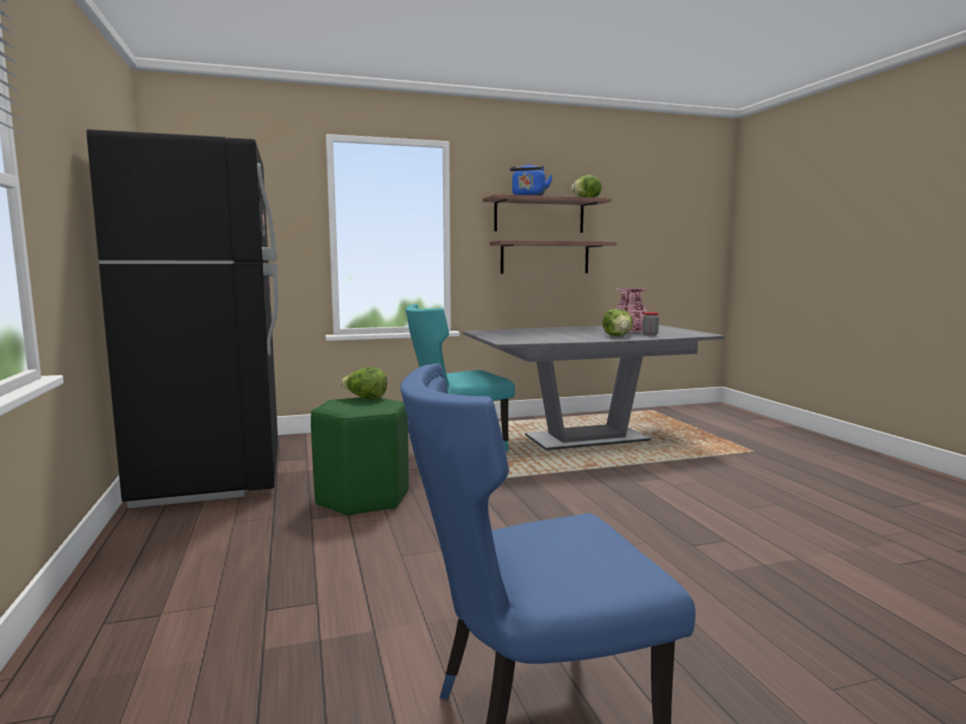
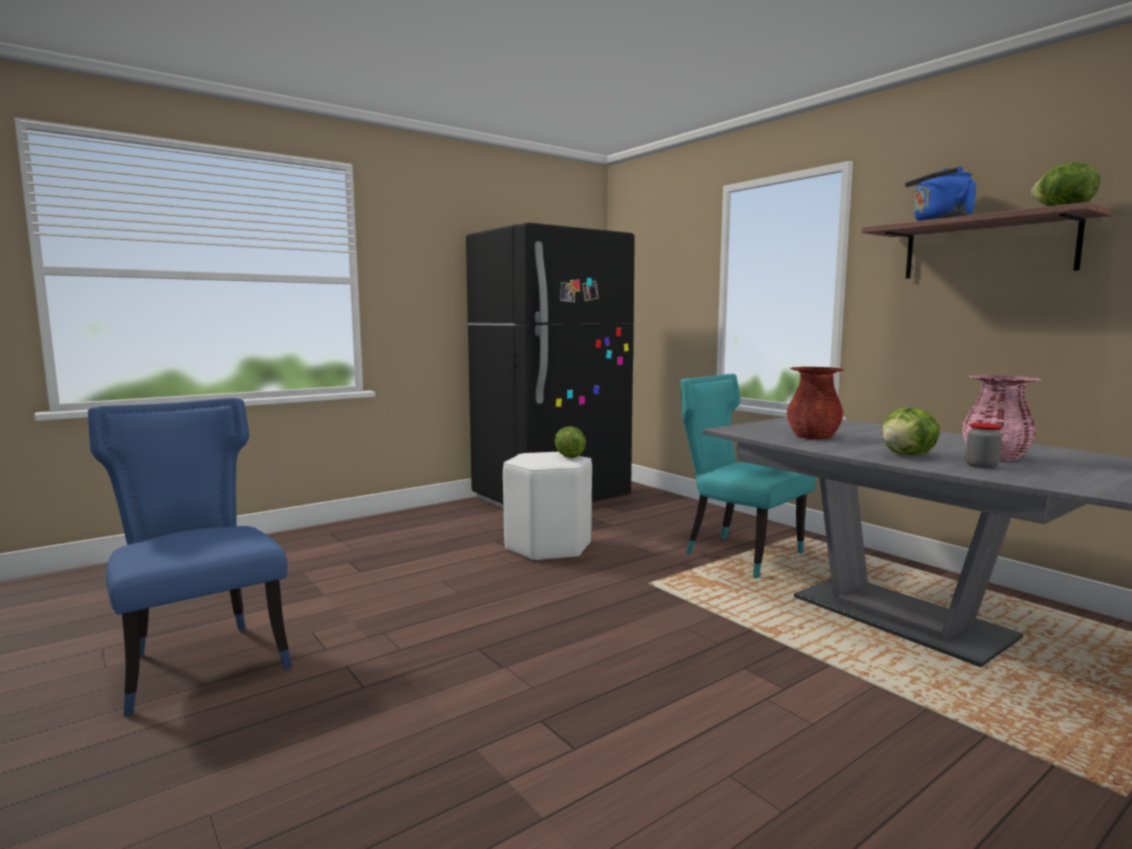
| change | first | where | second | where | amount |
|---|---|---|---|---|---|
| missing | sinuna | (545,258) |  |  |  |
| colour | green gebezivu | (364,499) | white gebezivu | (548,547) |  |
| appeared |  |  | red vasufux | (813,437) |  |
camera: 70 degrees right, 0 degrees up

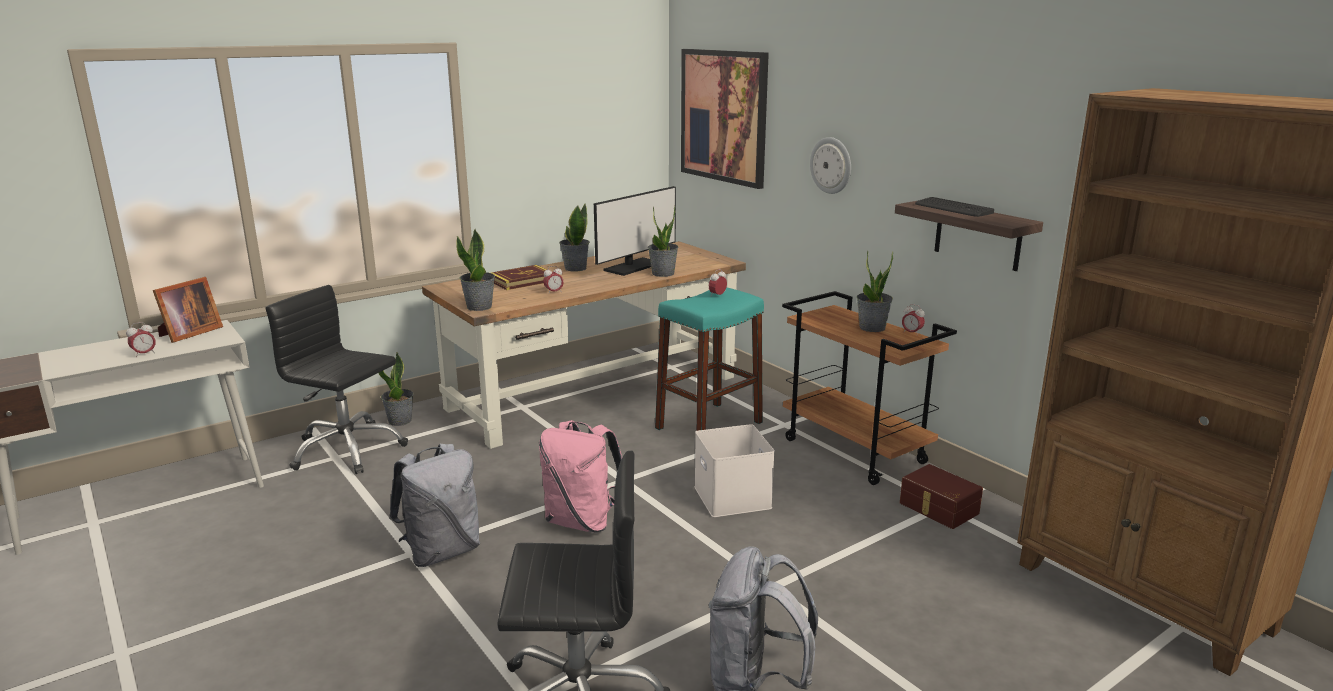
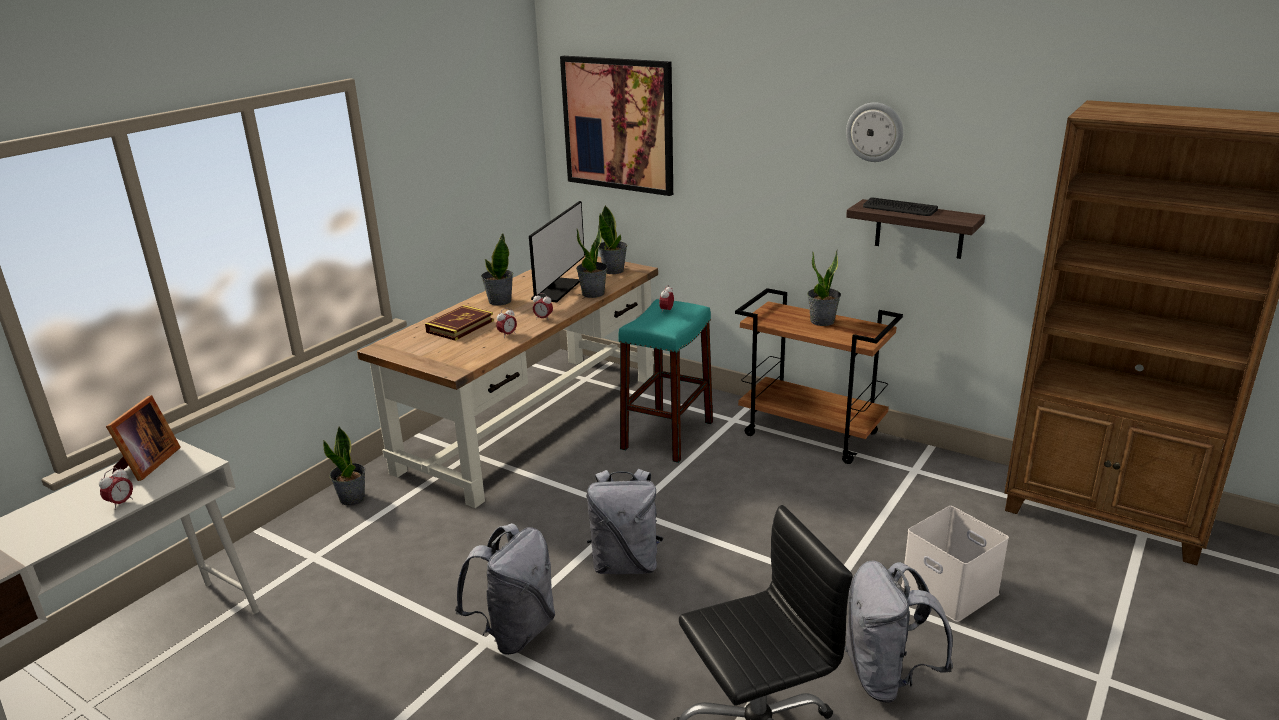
| change | first | where | second | where | amount |
|---|---|---|---|---|---|
| relocated | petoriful | (831,165) |  | (874,132) |  |
| relocated | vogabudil | (479,307) |  | (613,270) |  |
| missing | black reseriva | (347,450) |  |  |  |
| relocated | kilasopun | (911,333) |  | (543,318) |  |
| colour | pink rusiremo | (582,521) | grey rusiremo | (626,564) |  |
| relocated | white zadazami | (734,498) |  | (952,590) |  |
| missing | brown zadazami | (938,509) |  |  |  |
camera: 20 degrees left, 5 degrees up

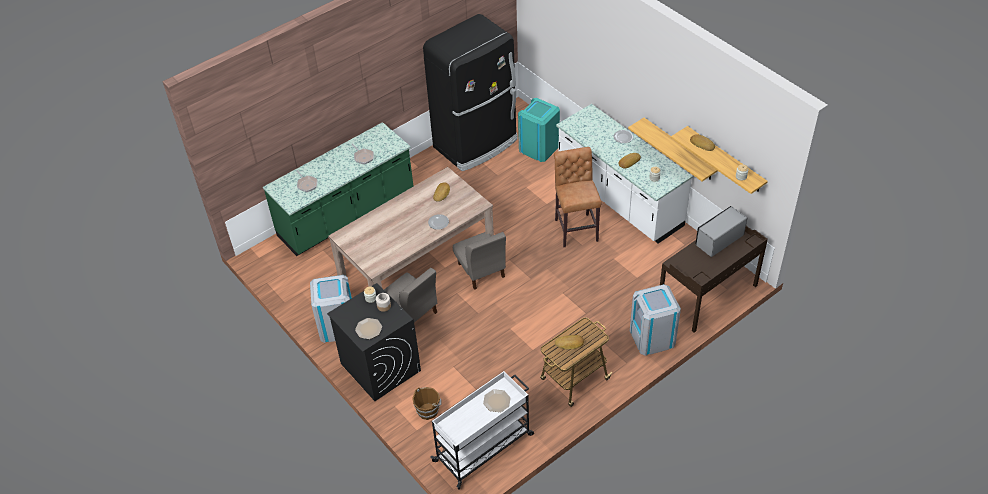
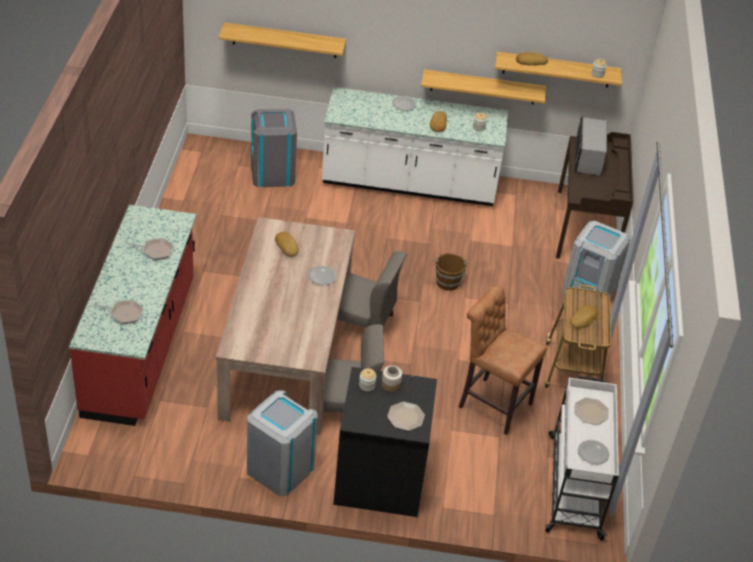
| change | first | where | second | where | amount |
|---|---|---|---|---|---|
| missing | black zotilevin | (476,144) |  |  |  |
| colour | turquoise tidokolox | (539,148) | grey tidokolox | (272,173) |  |
| colour | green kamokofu | (347,215) | red kamokofu | (141,347) |  |
| relocated | brown gebezivu | (575,228) |  | (491,404) |  |
| relocated | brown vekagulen | (428,410) |  | (447,282) |  |
| appeared |  |  | sinuna | (284,40) |  |
| appeared |  |  | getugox | (593,453) |  |
camera: 50 degrees left, 5 degrees down

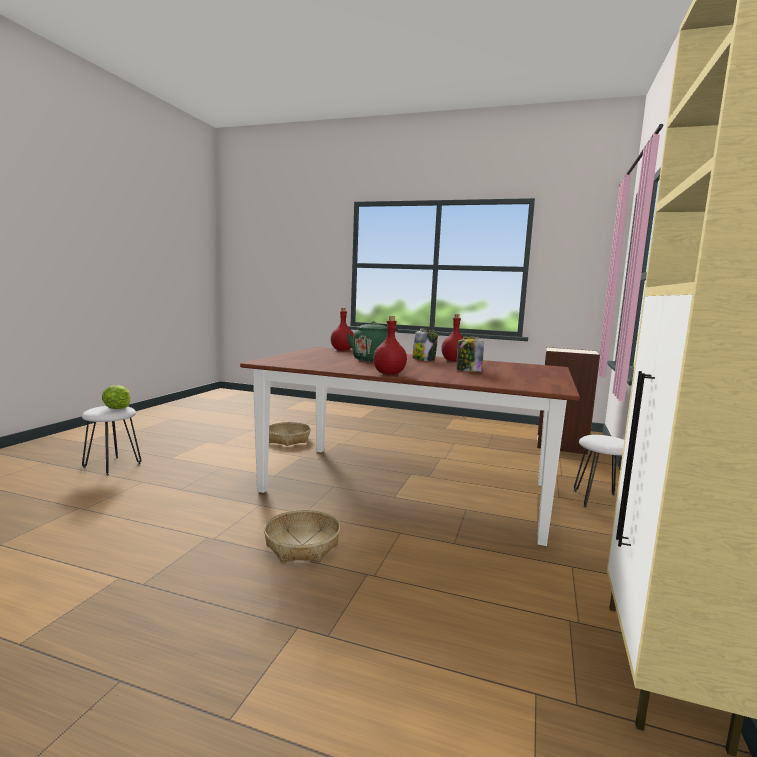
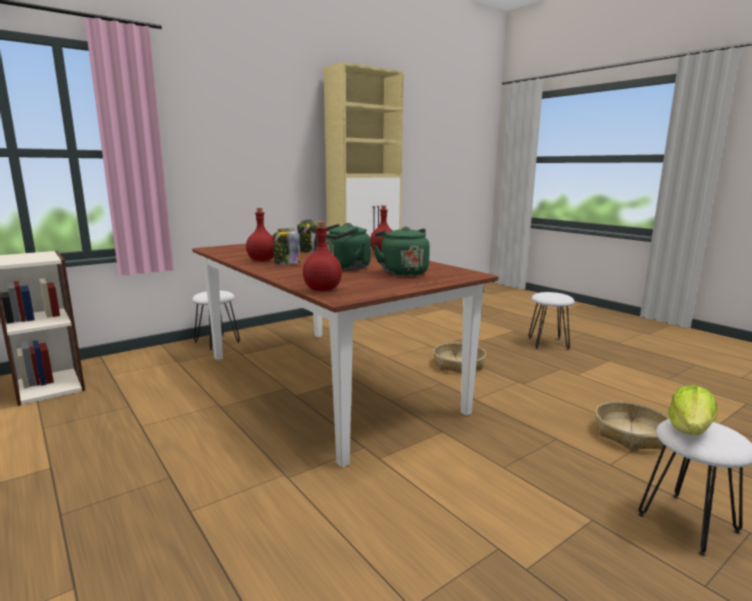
| change | first | where | second | where | amount |
|---|---|---|---|---|---|
| relocated | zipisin | (288,439) |  | (631,435) |  |
| appeared |  |  | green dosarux | (402,272) |  |
| appeared |  |  | white gebezivu | (548,343) |  |
camera: 145 degrees left, 5 degrees up

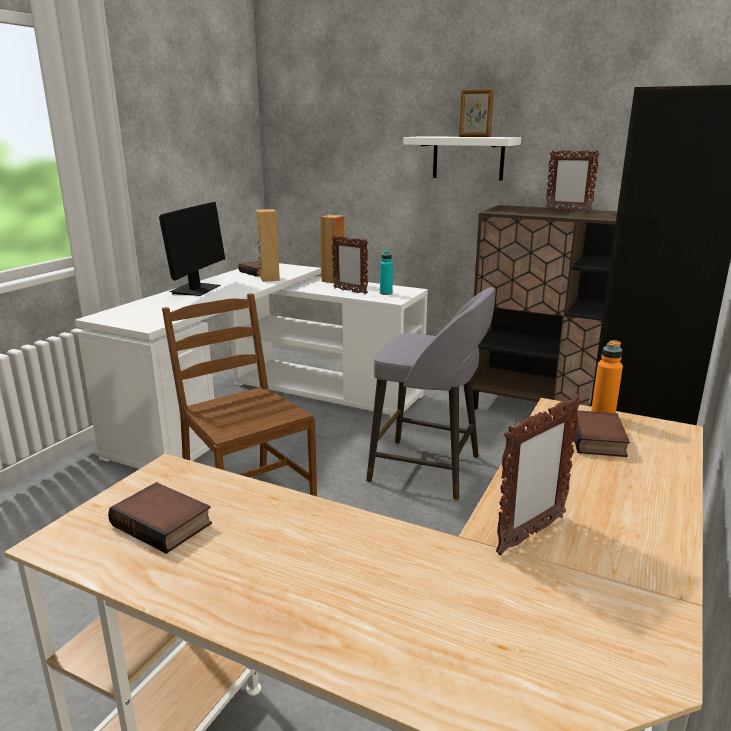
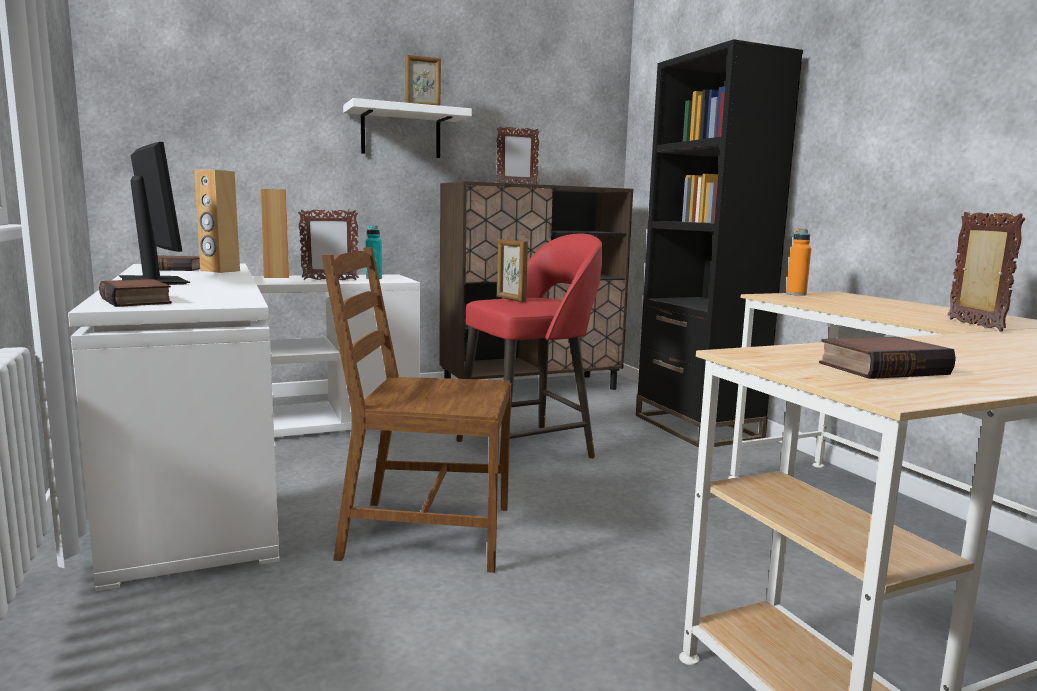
| change | first | where | second | where | amount |
|---|---|---|---|---|---|
| colour | grey gebezivu | (428,469) | red gebezivu | (528,448) |  |
| relocated | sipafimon | (599,440) |  | (138,301) |  |
| appeared |  |  | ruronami | (510,299) |  |
camera: 50 degrees left, 10 degrees down

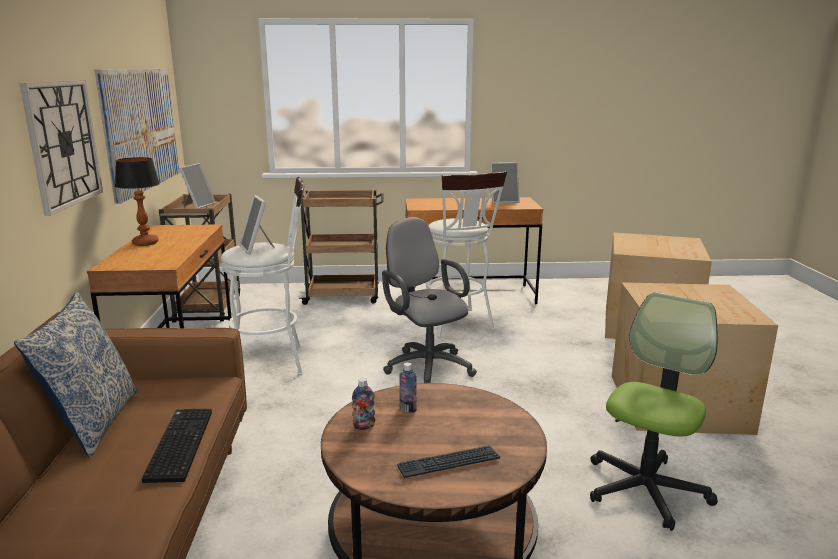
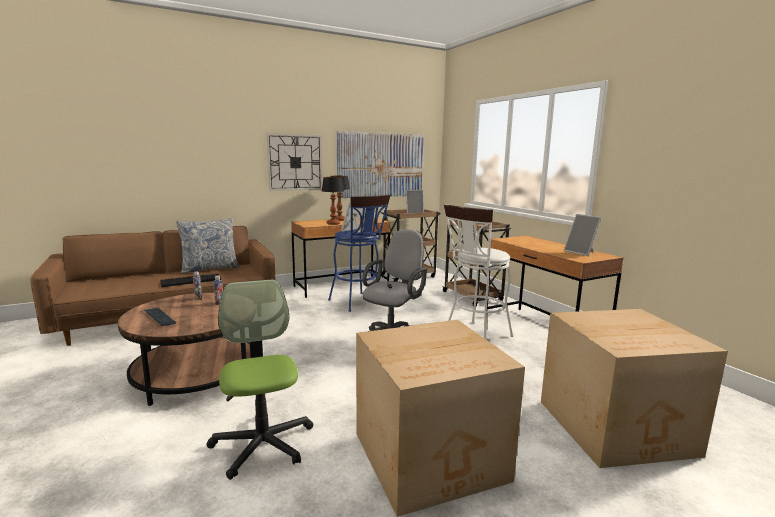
| change | first | where | second | where | amount |
|---|---|---|---|---|---|
| colour | white gebezivu | (275,362) | blue gebezivu | (358,303) |  |
| spun | reseriva | (645,489) |  | (262,444) | 120 degrees counterclockwise |
| appeared |  |  | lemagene | (333,224) |  |
camera: 65 degrees right, 5 degrees down

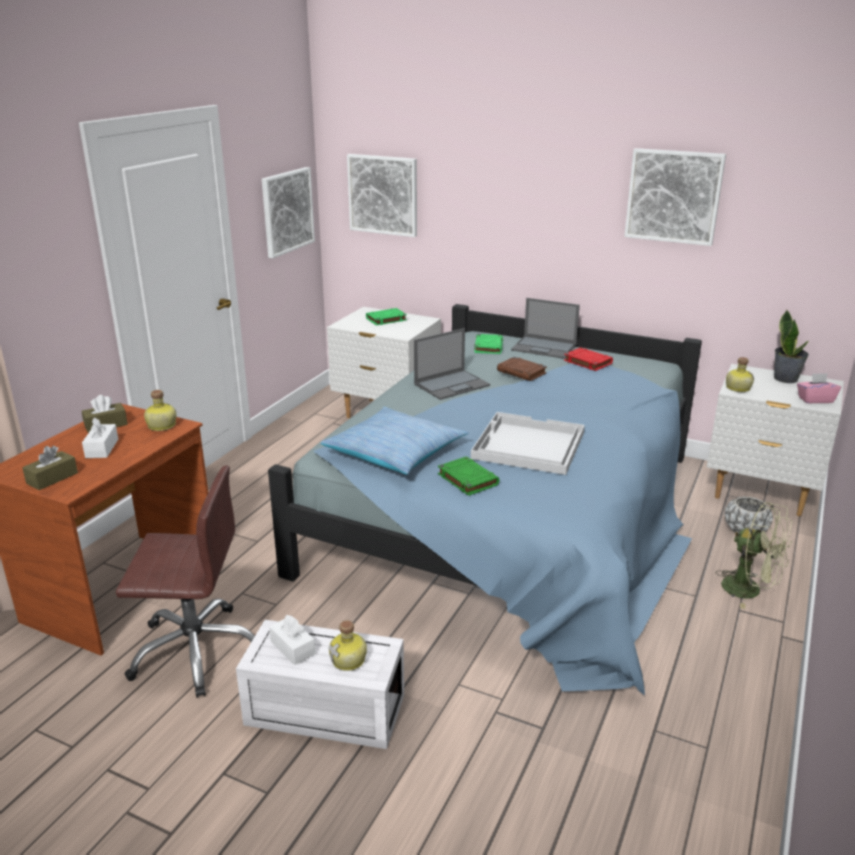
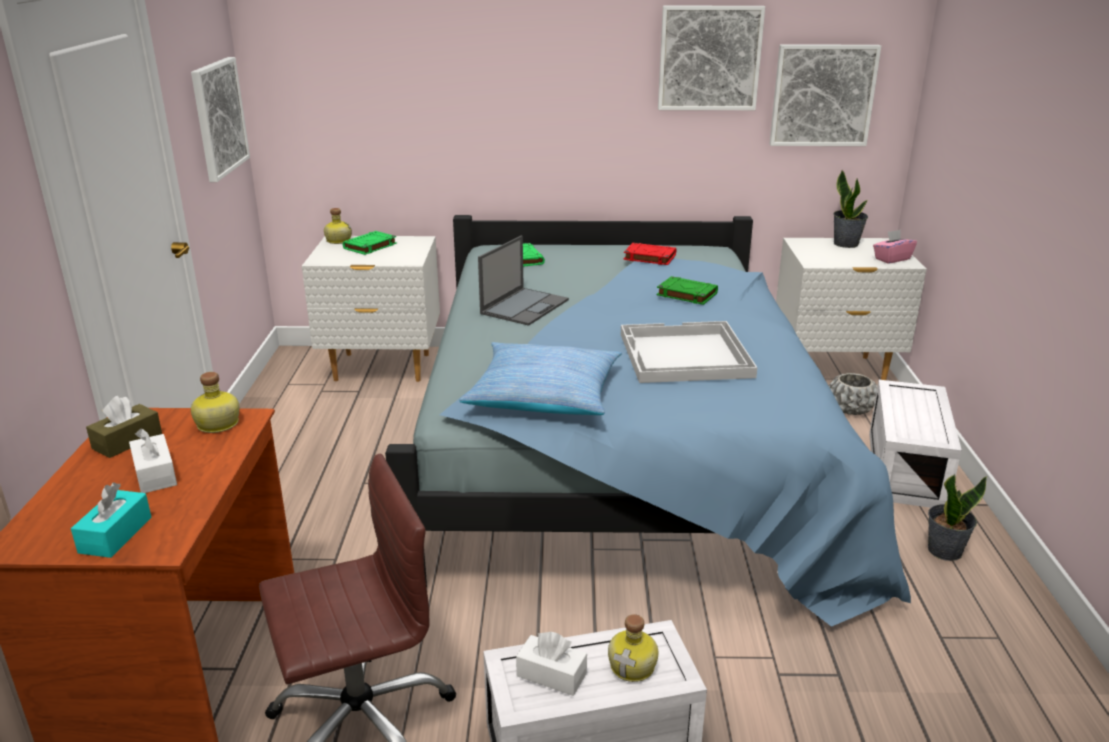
| change | first | where | second | where | amount |
|---|---|---|---|---|---|
| relocated | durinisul | (383,195) |  | (823,95) |  |
| missing | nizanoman | (545,347) |  |  |  |
| missing | brown sipafimon | (522,372) |  |  |  |
| relocated | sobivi | (737,388) |  | (338,240) |  |
| colour | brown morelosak | (52,478) | turquoise morelosak | (115,535) |  |
| relocated | green sipafimon | (467,479) |  | (686,294) |  |
| exchanged | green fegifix | (750,590) | white zadazami | (903,467) |  |
| appeared |  |  | vogabudil | (944,550) |  |
camera: 25 degrees left, 0 degrees up

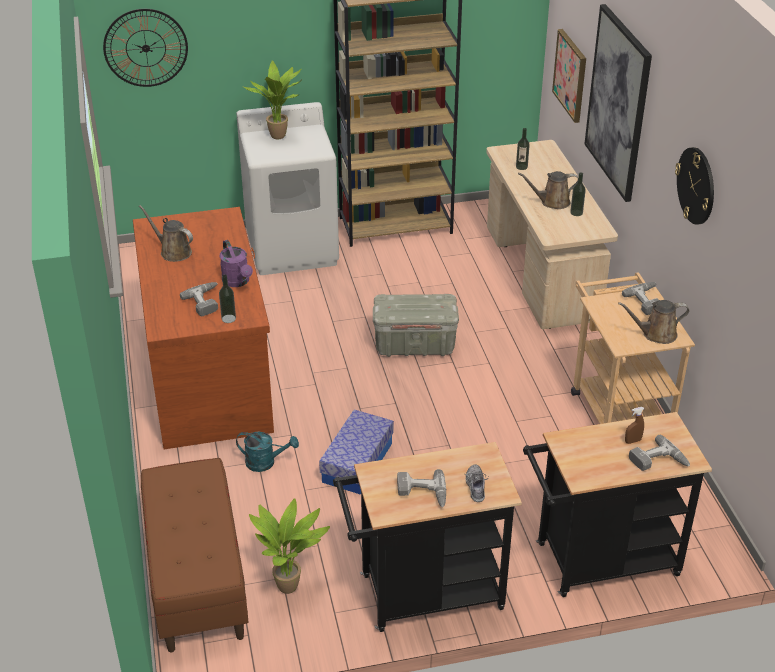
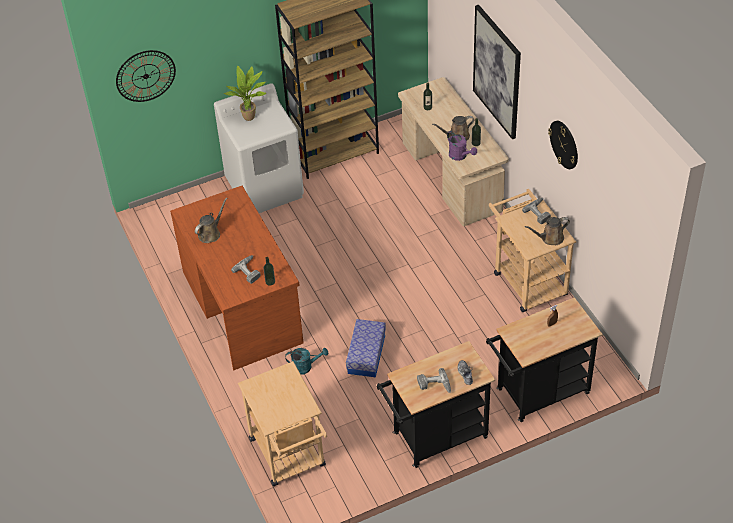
| change | first | where | second | where | amount |
|---|---|---|---|---|---|
| missing | durinisul | (570,75) |  |  |  |
| spun | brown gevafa | (173,251) |  | (211,233) | 105 degrees clockwise |
| relocated | purple gevafa | (238,282) |  | (460,156) |  |
| missing | grey zadazami | (414,345) |  |  |  |
| missing | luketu | (658,462) |  |  |  |
| exchanged | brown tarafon | (196,580) | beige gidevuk | (290,457) |  |
| missing | vogabudil | (291,586) |  |  |  |
camera: 10 degrees left, 10 degrees up

